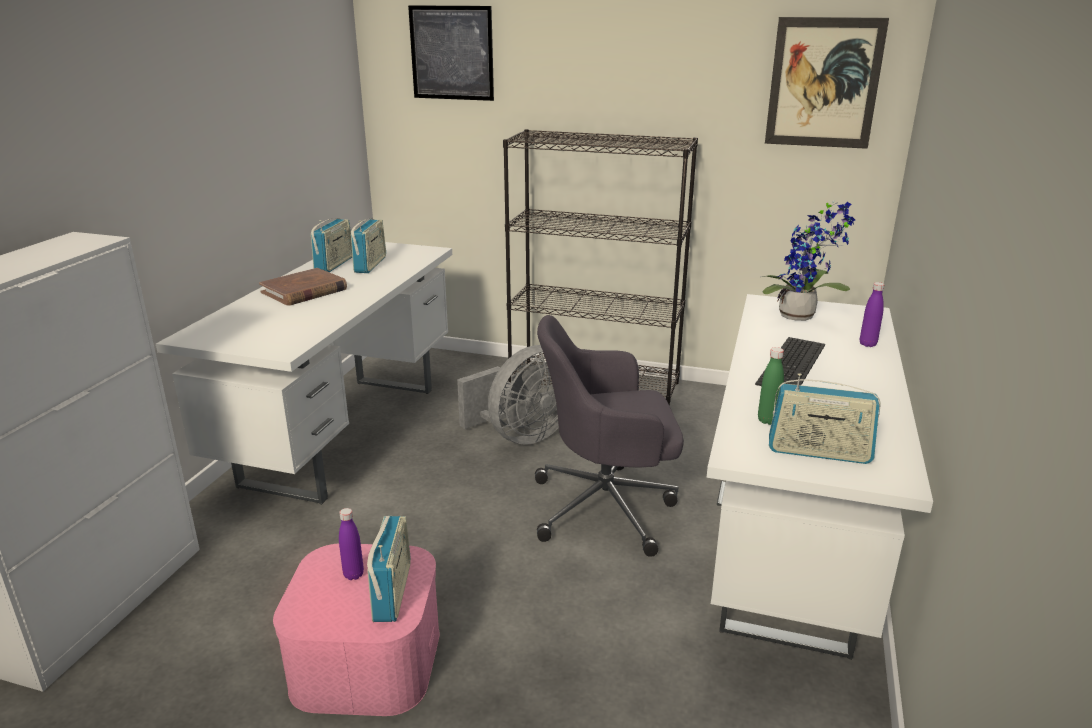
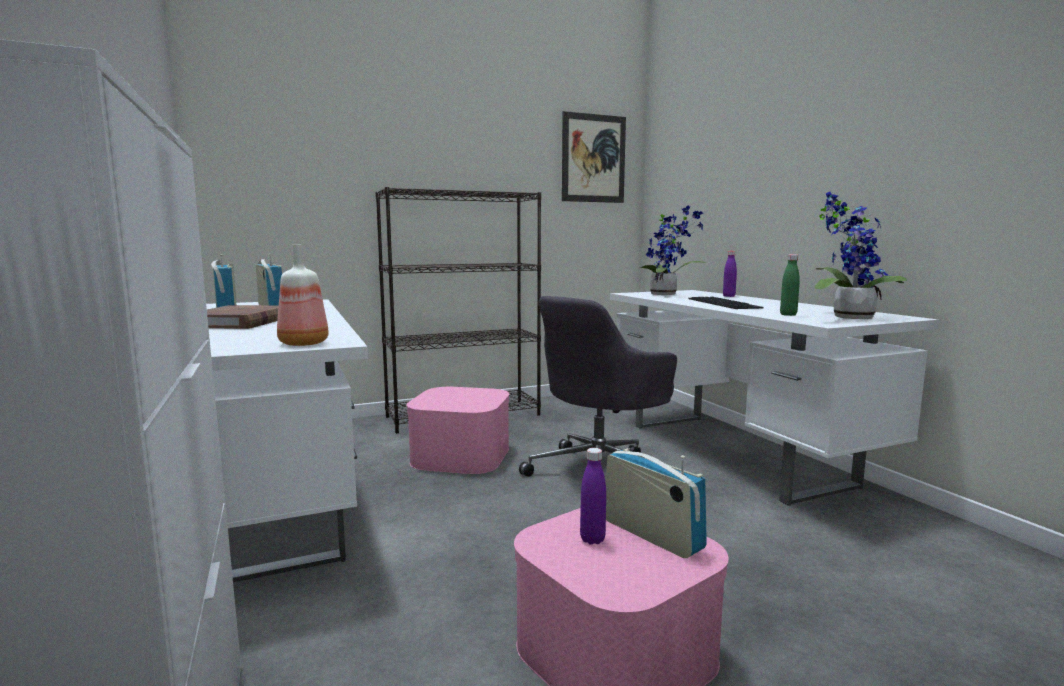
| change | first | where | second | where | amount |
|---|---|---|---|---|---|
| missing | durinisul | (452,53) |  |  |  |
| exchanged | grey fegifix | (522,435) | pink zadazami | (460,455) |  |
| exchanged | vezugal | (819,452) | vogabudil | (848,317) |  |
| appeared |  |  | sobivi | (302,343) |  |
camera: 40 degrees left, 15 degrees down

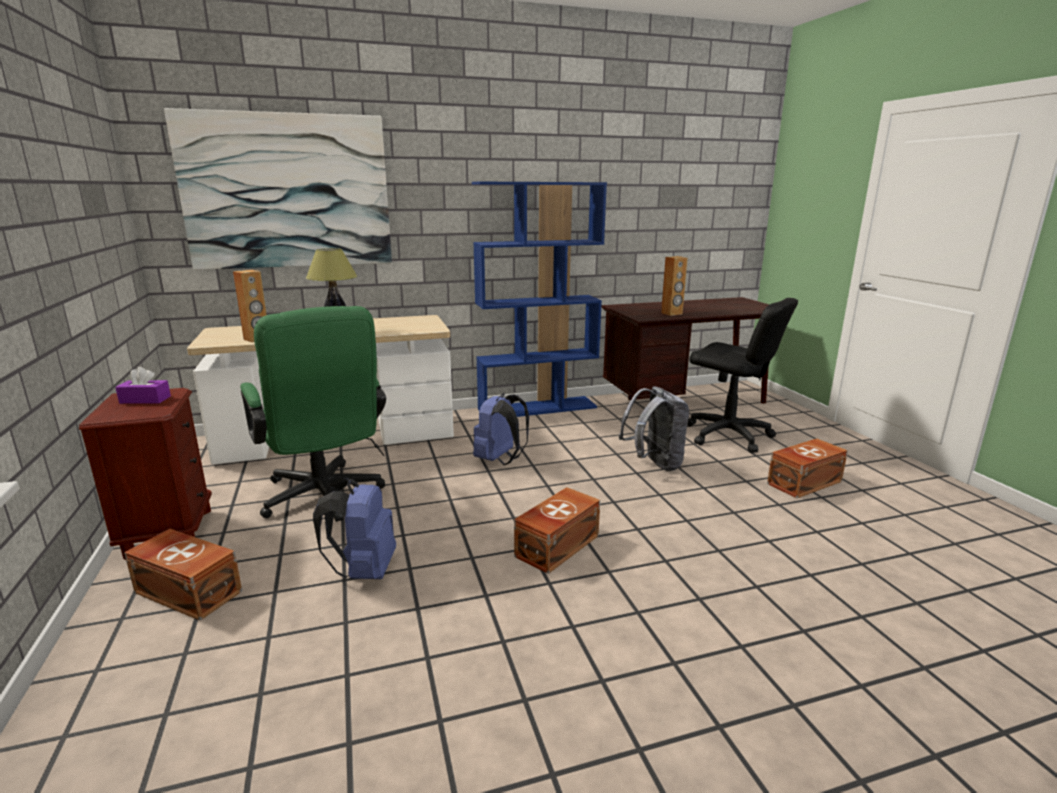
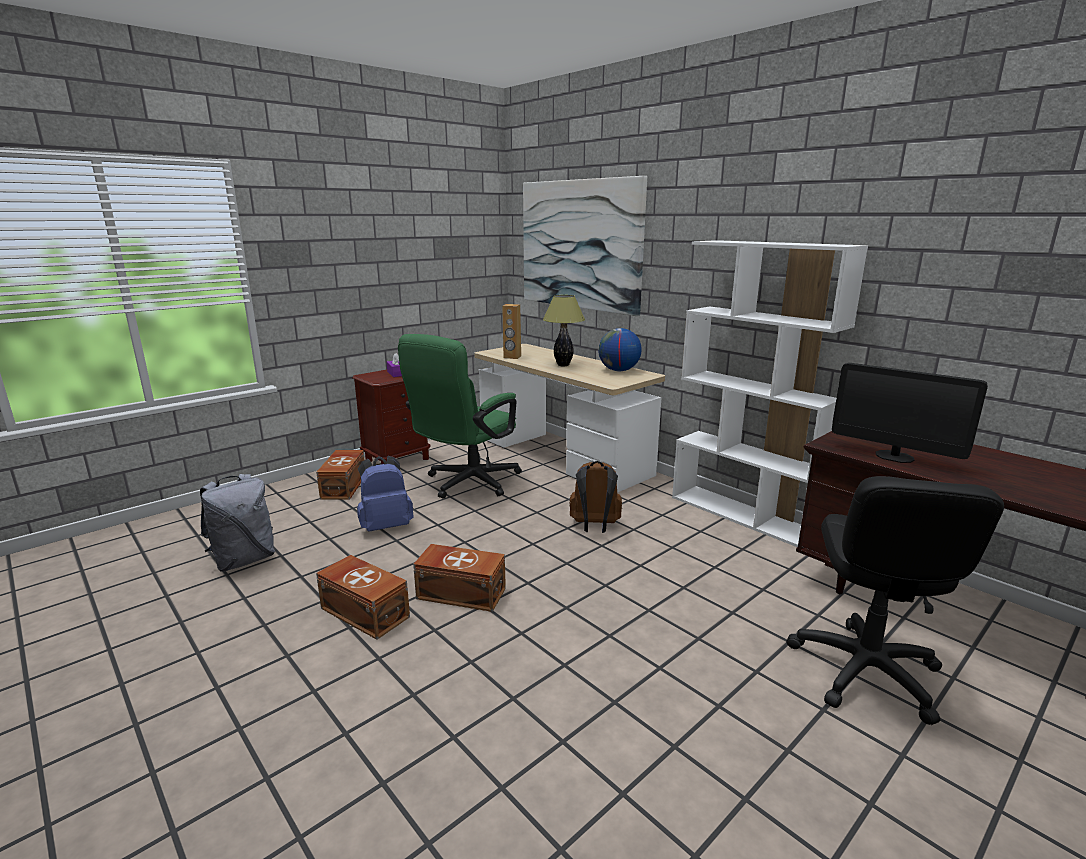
| change | first | where | second | where | amount |
|---|---|---|---|---|---|
| colour | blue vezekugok | (538,408) | white vezekugok | (742,514) |  |
| exchanged | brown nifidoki | (671,313) | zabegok | (894,456) |  |
| relocated | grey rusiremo | (654,464) |  | (244,560) |  |
| colour | blue rusiremo | (500,460) | brown rusiremo | (594,527) |  |
| relocated | brown zadazami | (802,482) |  | (365,611) |  |
| appeared |  |  | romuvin | (618,370) |  |
camera: 65 degrees right, 0 degrees up

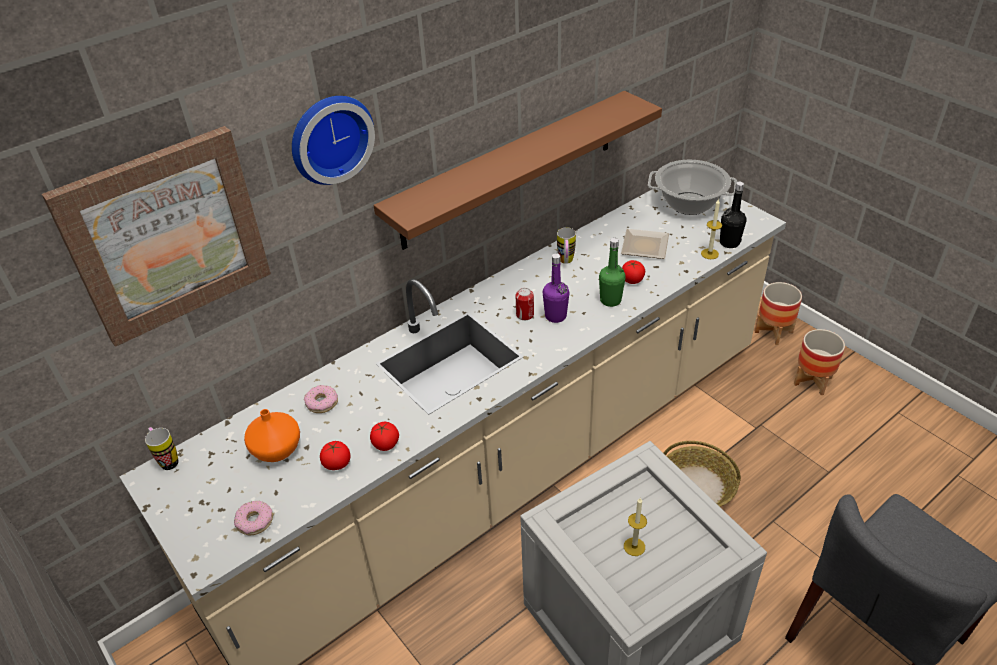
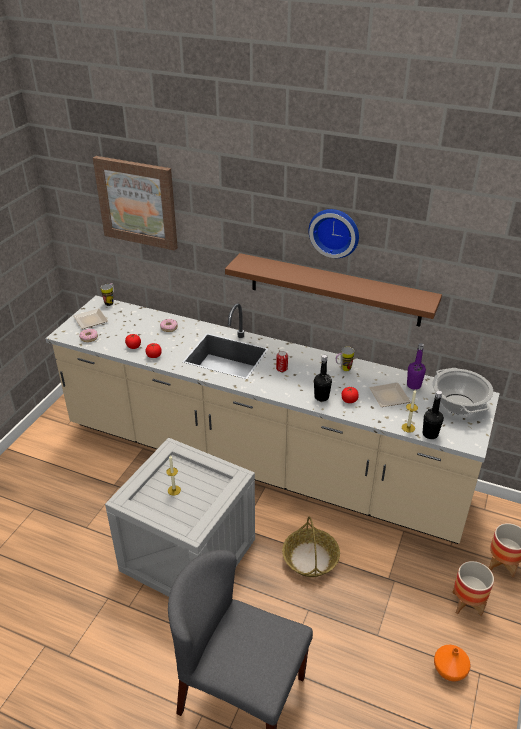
| change | first | where | second | where | amount |
|---|---|---|---|---|---|
| relocated | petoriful | (329,137) |  | (335,232) |  |
| colour | green sobivi | (610,300) | black sobivi | (321,397) |  |
| relocated | purple sobivi | (555,316) |  | (413,385) |  |
| relocated | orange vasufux | (276,450) |  | (448,670) |  |
| appeared |  |  | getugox | (91,319) |  |
camera: 60 degrees right, 5 degrees down

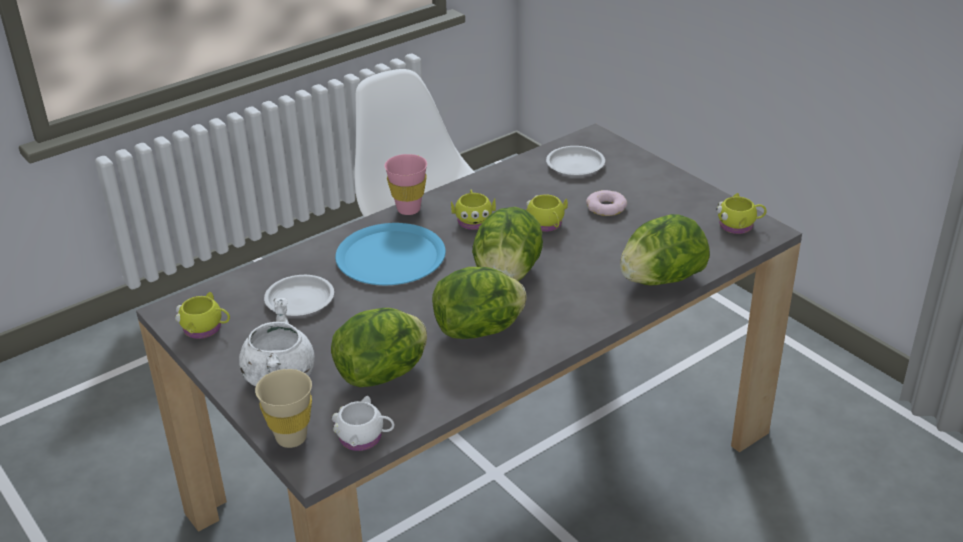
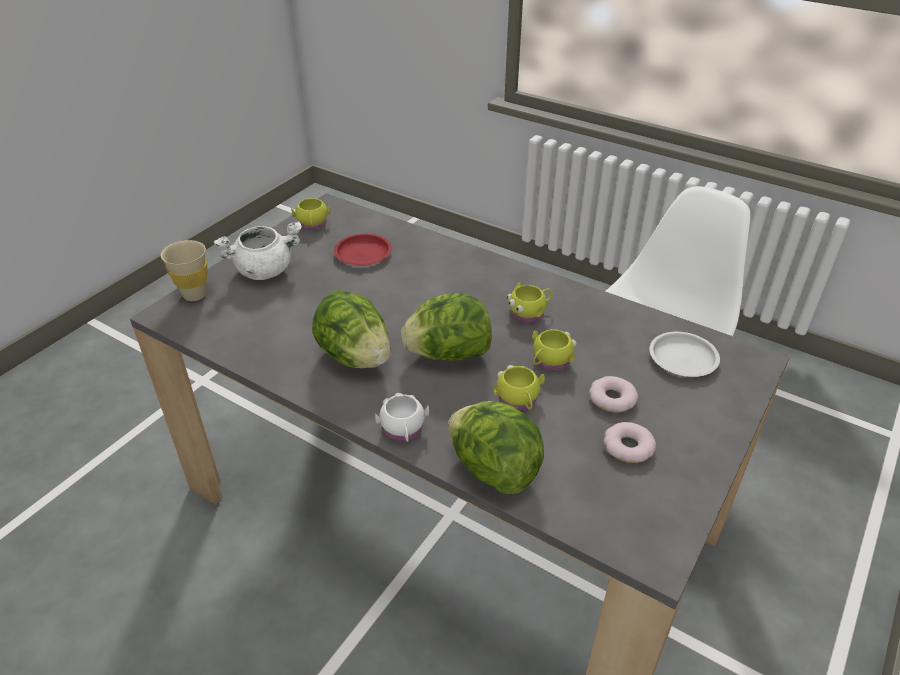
| change | first | where | second | where | amount |
|---|---|---|---|---|---|
| missing | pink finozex | (408,209) |  |  |  |
| relocated | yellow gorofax | (739,226) |  | (518,401) |  |
| missing | blue getugox | (391,256) |  |  |  |
| colour | white getugox | (300,299) | red getugox | (363,253) |  |
| missing | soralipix | (383,374) |  |  |  |
| relocated | white gorofax | (364,438) |  | (403,431) |  |
| appeared |  |  | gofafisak | (628,447) |  |
camera: 70 degrees right, 5 degrees up

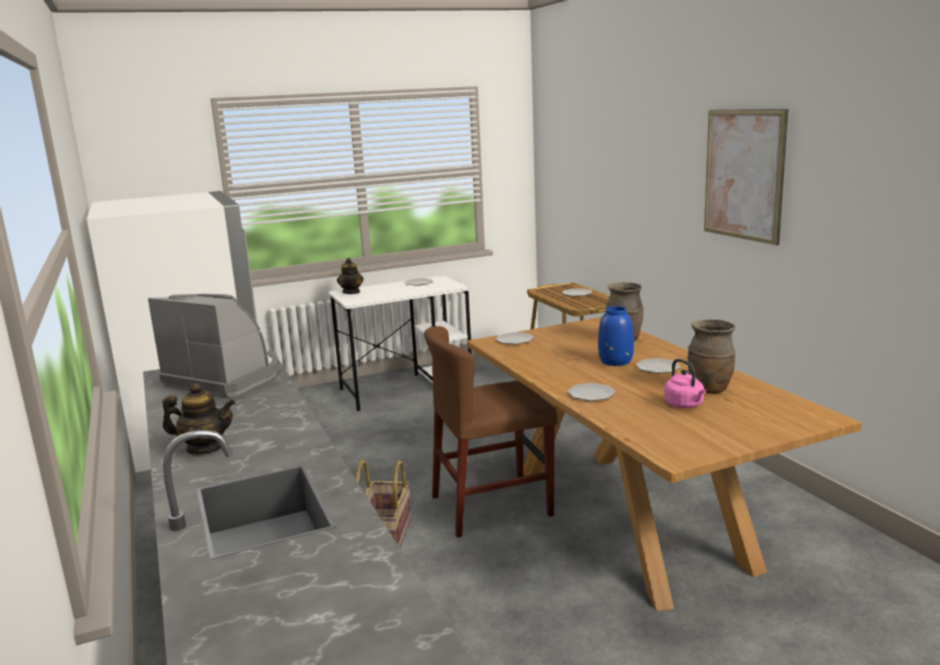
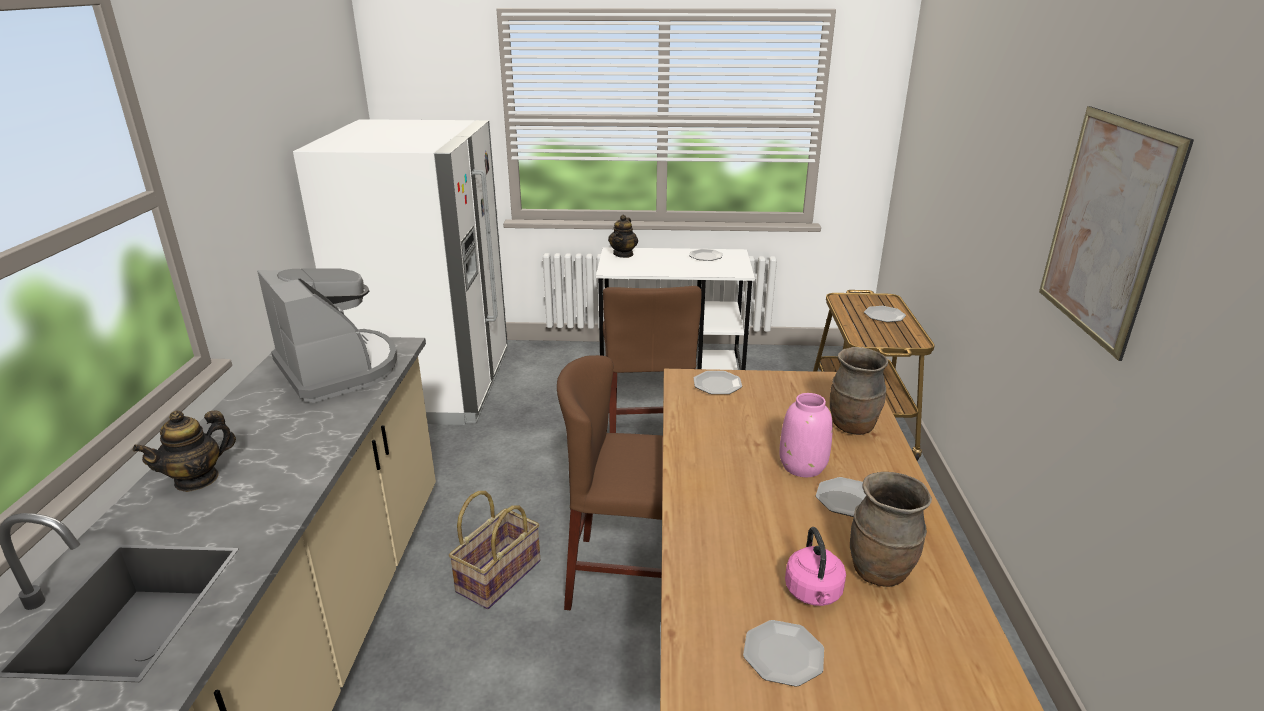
| change | first | where | second | where | amount |
|---|---|---|---|---|---|
| colour | blue vasufux | (615,361) | pink vasufux | (803,466) |  |
| spun | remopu | (204,448) |  | (197,479) | 105 degrees clockwise |
| relocated | getugox | (591,394) |  | (783,655) |  |
| appeared |  |  | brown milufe | (647,432) |  |
camera: 25 degrees right, 10 degrees up

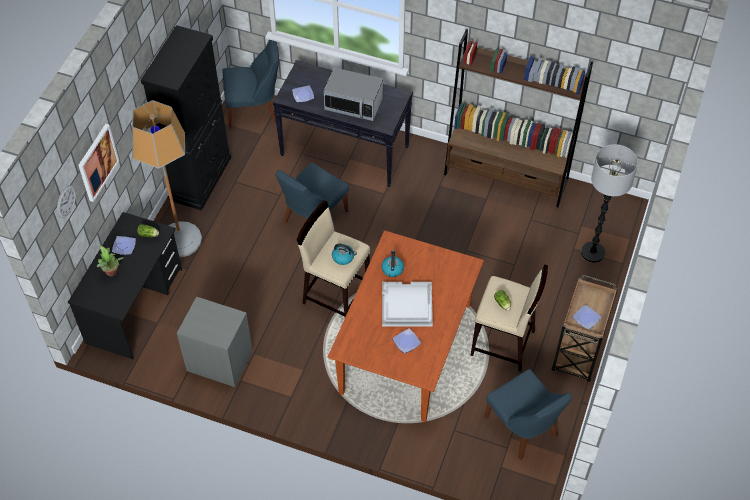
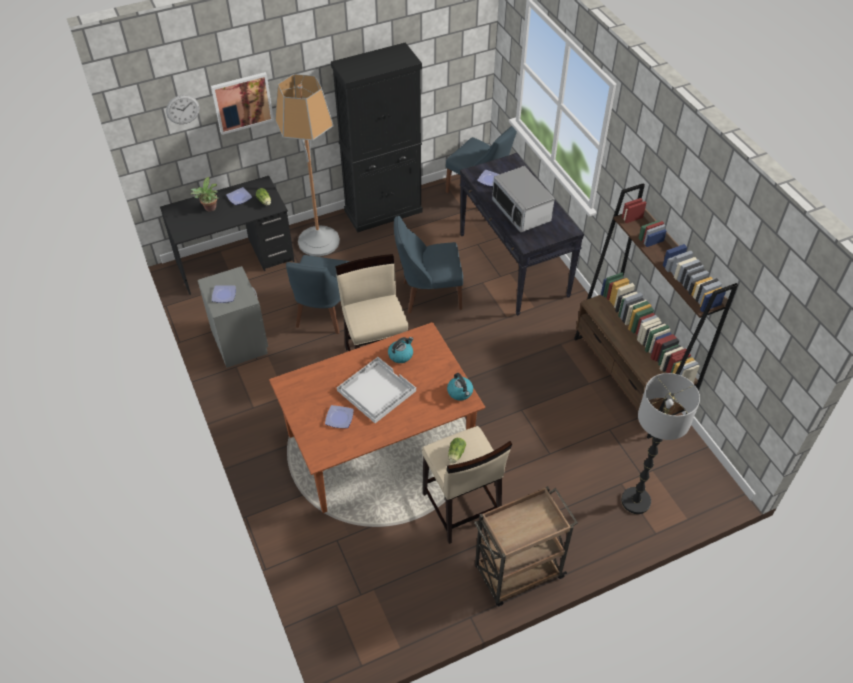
| change | first | where | second | where | amount |
|---|---|---|---|---|---|
| relocated | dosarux | (343,257) |  | (460,392) |  |
| relocated | getugox | (586,318) |  | (223,295) |  |
| relocated | blue milufe | (523,429) |  | (323,313) |  |
camera: 45 degrees right, 5 degrees down

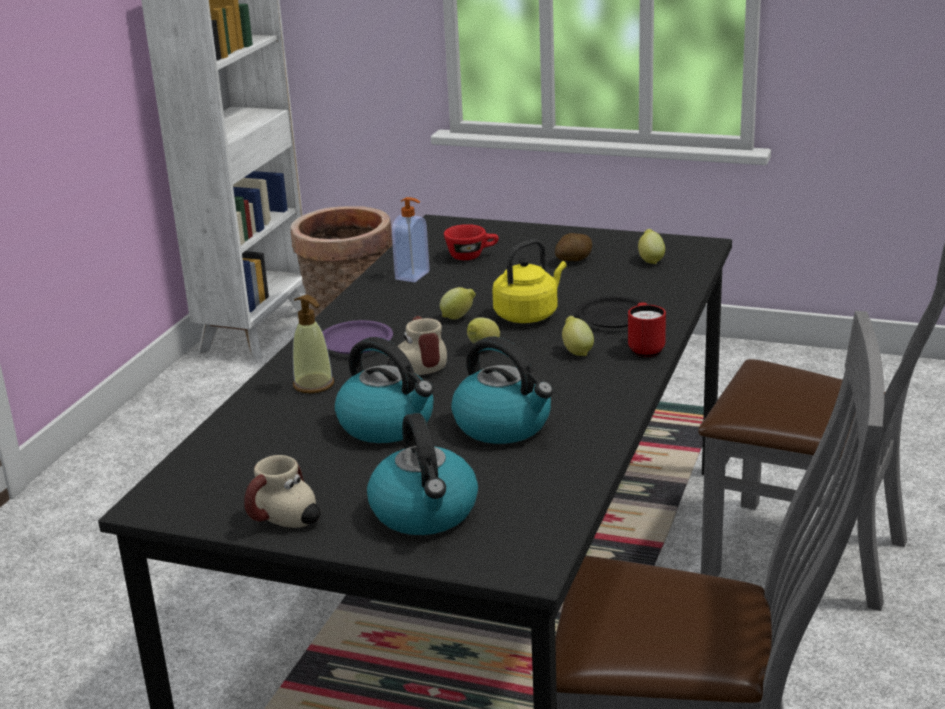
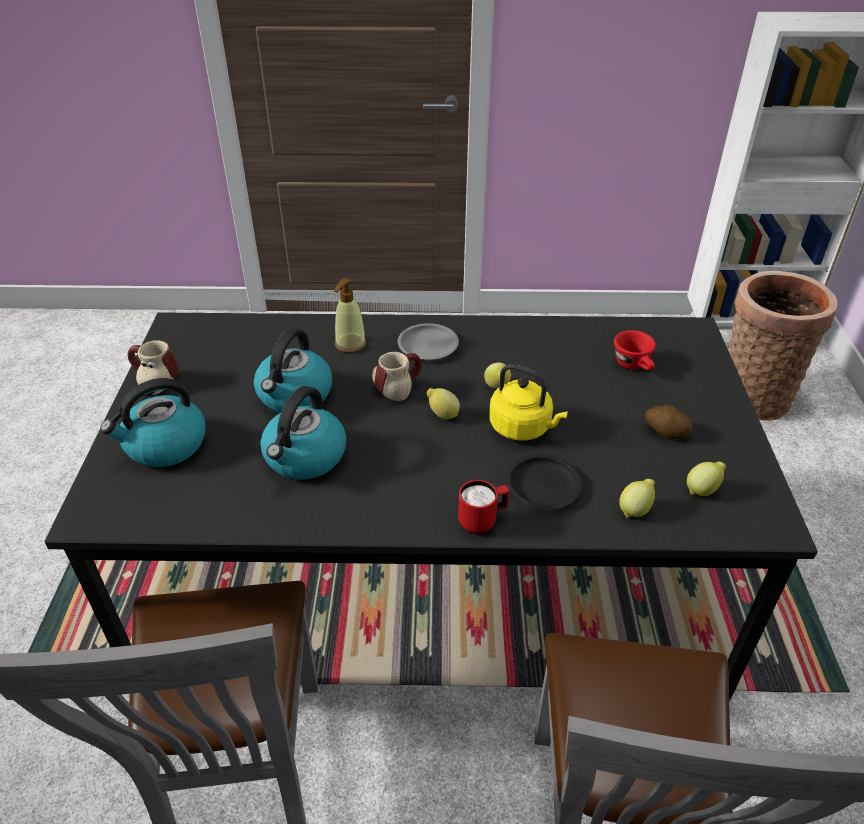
| change | first | where | second | where | amount |
|---|---|---|---|---|---|
| missing | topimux | (413,276) |  |  |  |
| relocated | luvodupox | (577,351) |  | (635,509) |  |
| colour | purple getugox | (356,342) | grey getugox | (428,345) |  |
camera: 70 degrees right, 15 degrees up

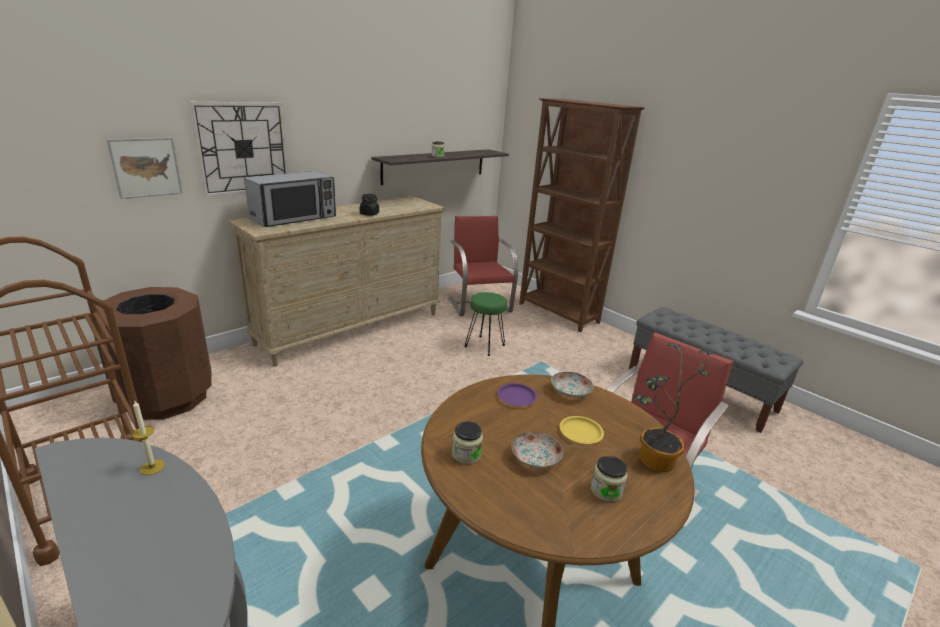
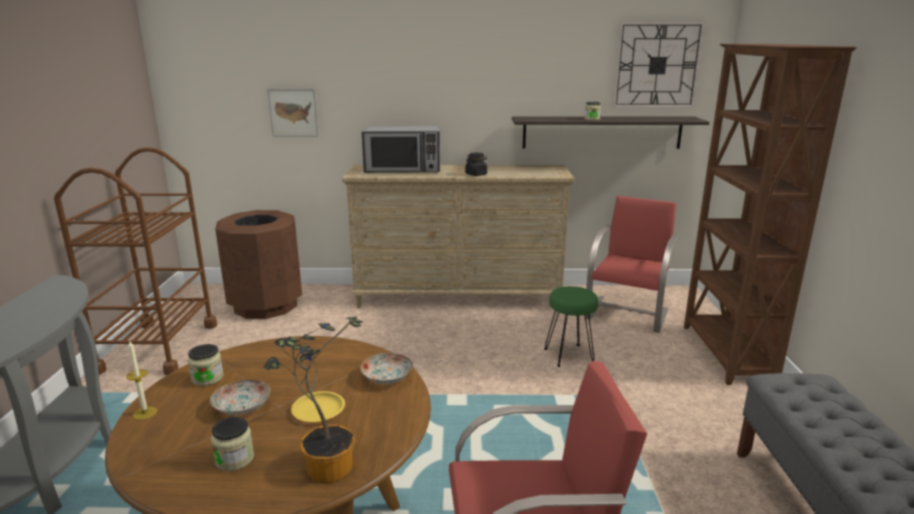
| change | first | where | second | where | amount |
|---|---|---|---|---|---|
| relocated | petoriful | (243,148) |  | (657,65) |  |
| missing | purple getugox | (517,397) |  |  |  |
| relocated | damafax | (152,467) |  | (145,413) |  |
camera: 45 degrees right, 5 degrees down

